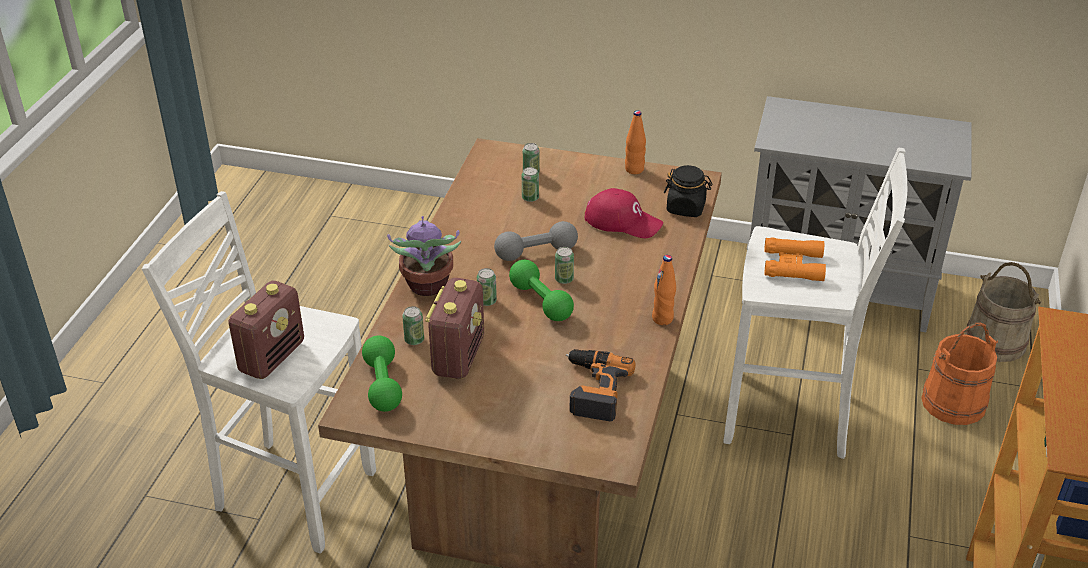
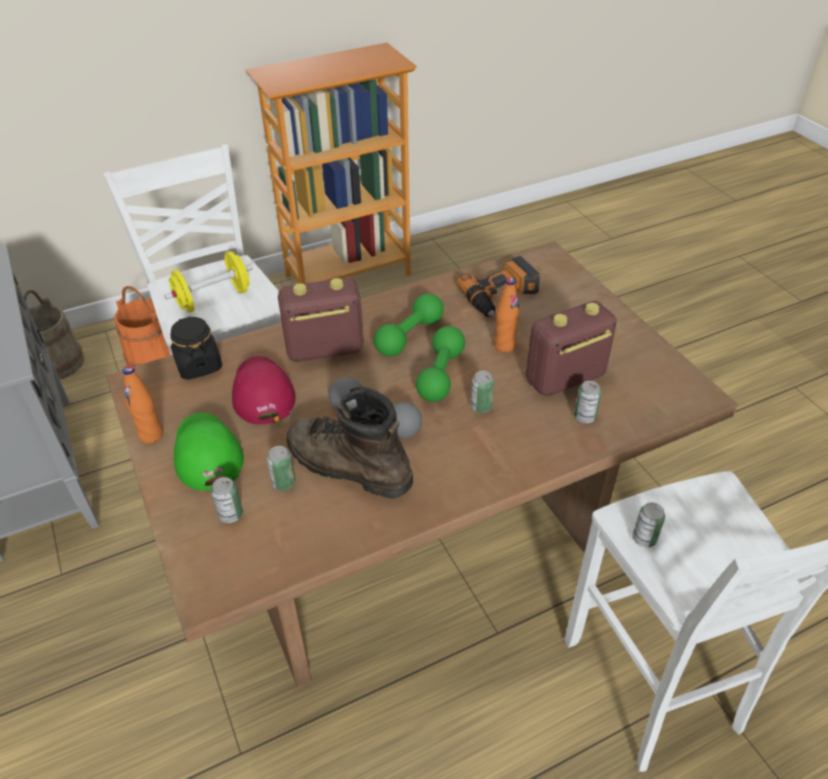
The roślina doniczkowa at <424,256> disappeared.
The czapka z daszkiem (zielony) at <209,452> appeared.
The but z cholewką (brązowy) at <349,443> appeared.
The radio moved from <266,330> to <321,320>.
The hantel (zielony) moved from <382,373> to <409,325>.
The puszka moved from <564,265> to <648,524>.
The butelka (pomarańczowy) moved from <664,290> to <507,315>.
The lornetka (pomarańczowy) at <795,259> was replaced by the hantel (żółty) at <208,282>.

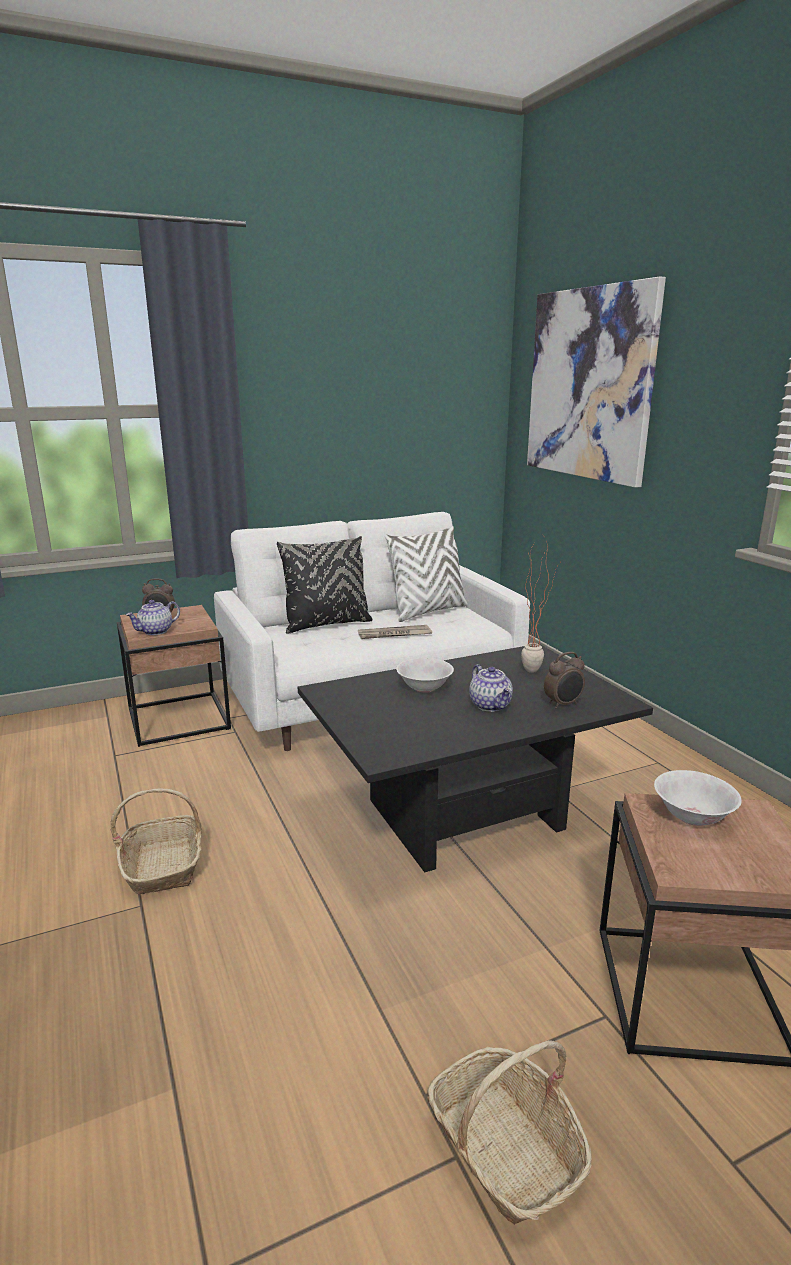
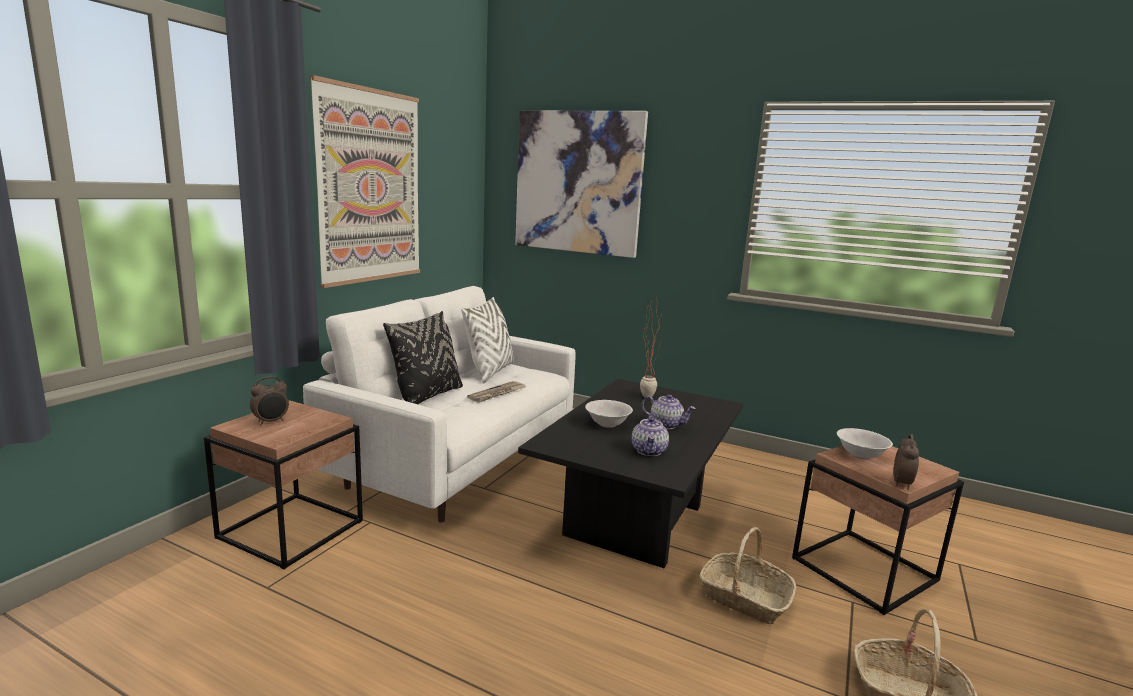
The obraz at <364,181> appeared.
The koszyk moved from <156,841> to <747,575>.
The imbryk moved from <153,617> to <650,435>.
The budzik moved from <564,680> to <906,462>.

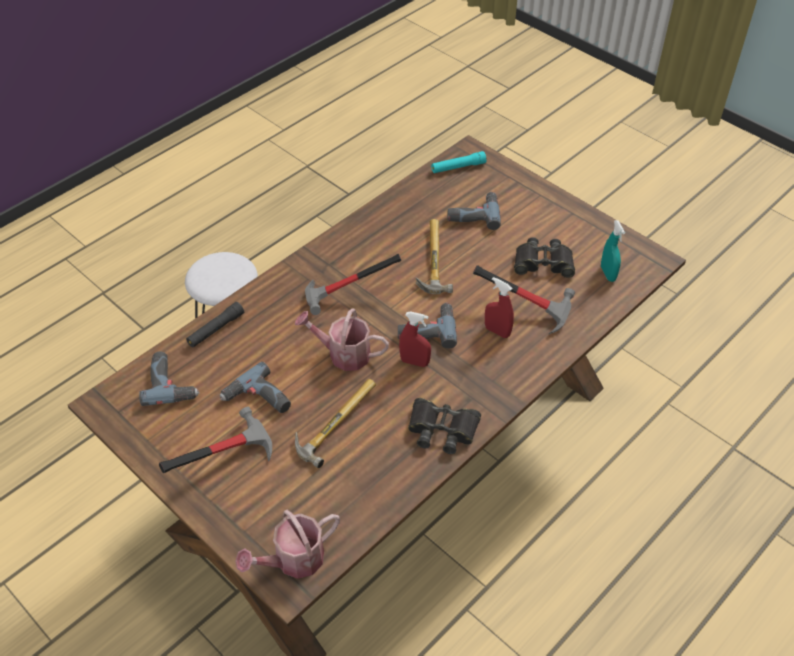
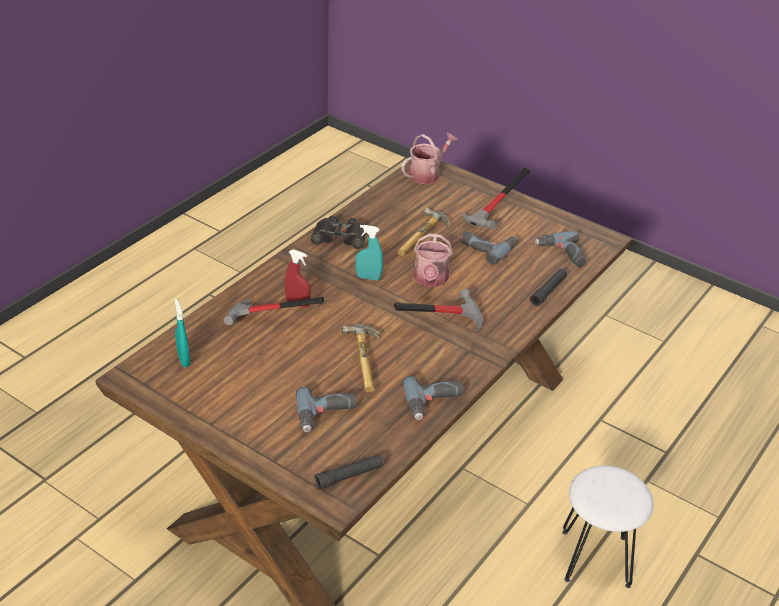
The lornetka (czarny) at <544,257> disappeared.
The wiertarka moved from <427,326> to <432,398>.
The spryskiwacz (czerwony) at <415,339> became the spryskiwacz (turkusowy) at <369,252>.
The latarka (turkusowy) at <458,162> became the latarka (czarny) at <349,472>.
The konewka at <342,339> turned 90 degrees clockwise.

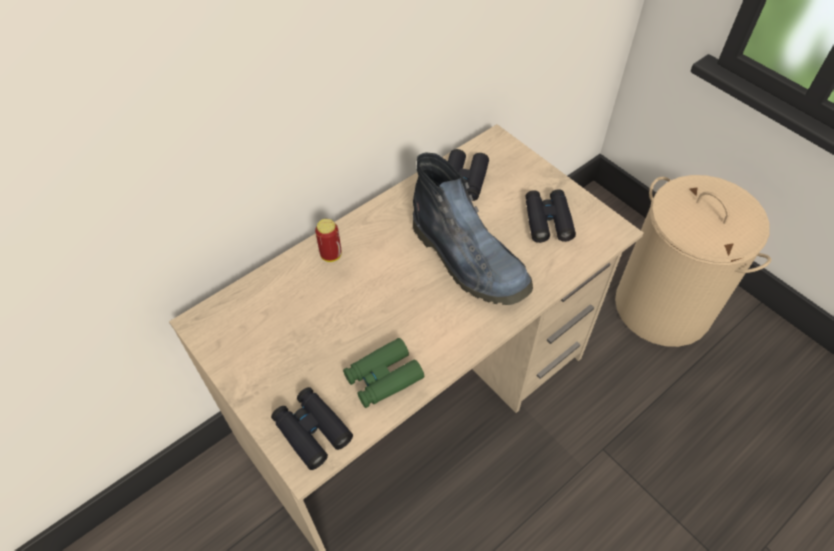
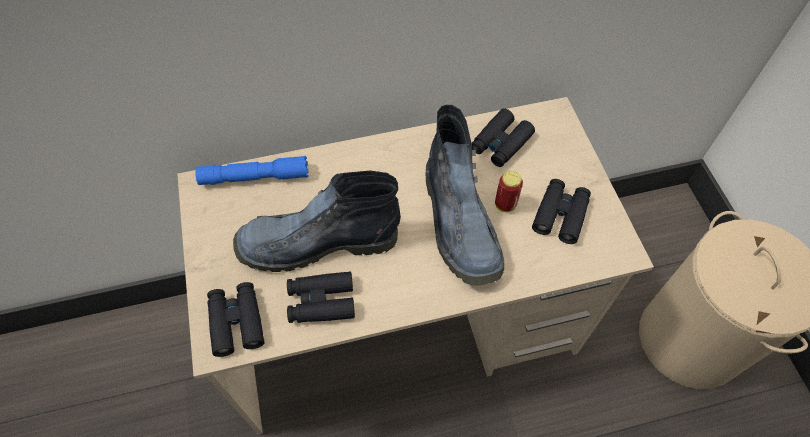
The latarka (niebieski) at <251,170> appeared.
The but z cholewką at <317,221> appeared.
The puszka moved from <328,240> to <509,191>.
The lornetka (zielony) at <383,373> became the lornetka (czarny) at <321,297>.

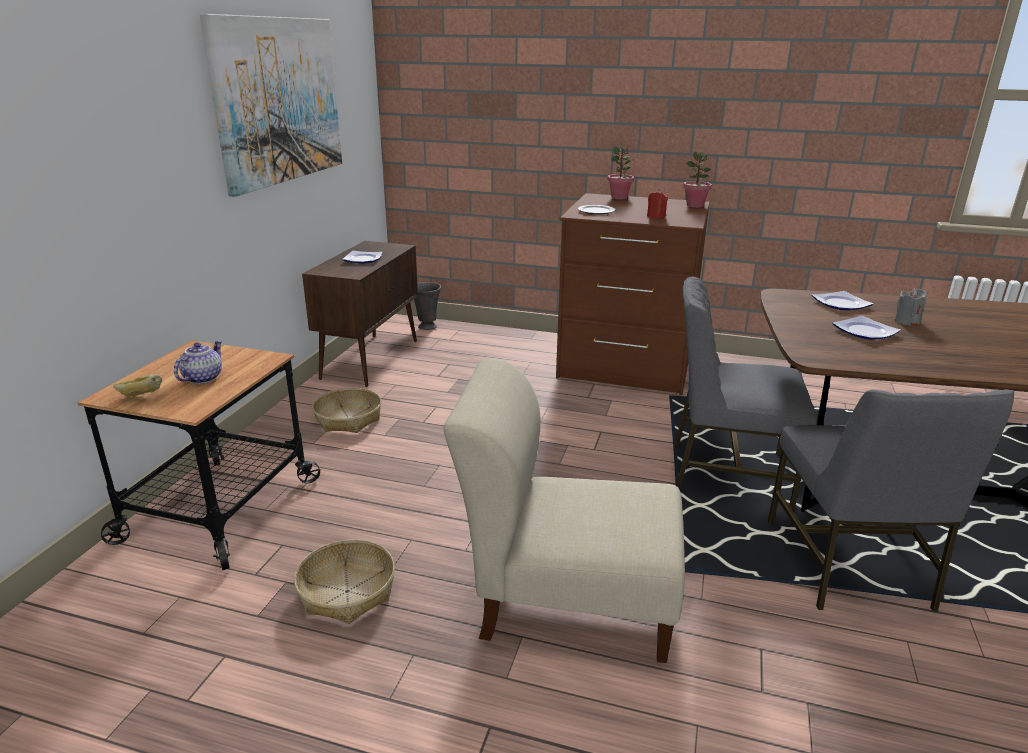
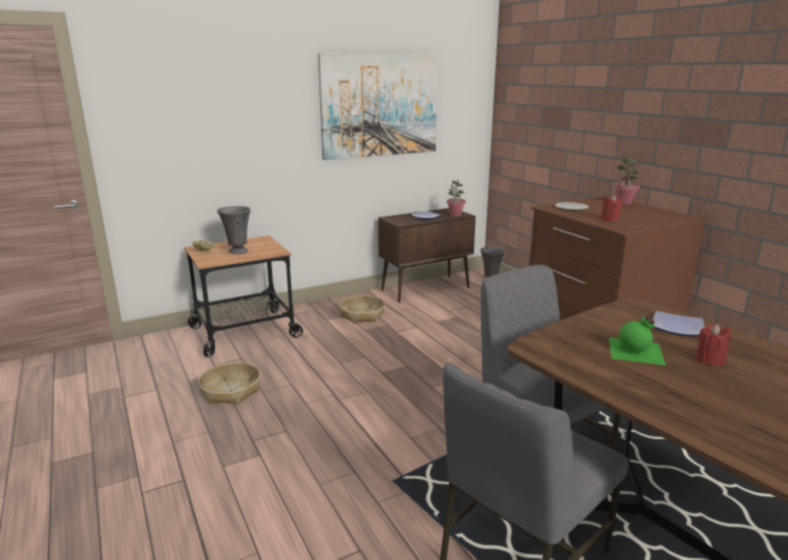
The krzesło (beżowy) at <564,510> disappeared.
The roślina doniczkowa moved from <697,180> to <456,197>.
The imbryk at <198,362> was replaced by the wazon (szary) at <234,230>.
The talerz at <866,328> was replaced by the butelka (zielony) at <637,340>.
The świeca (szary) at <910,307> became the świeca (czerwony) at <713,345>.

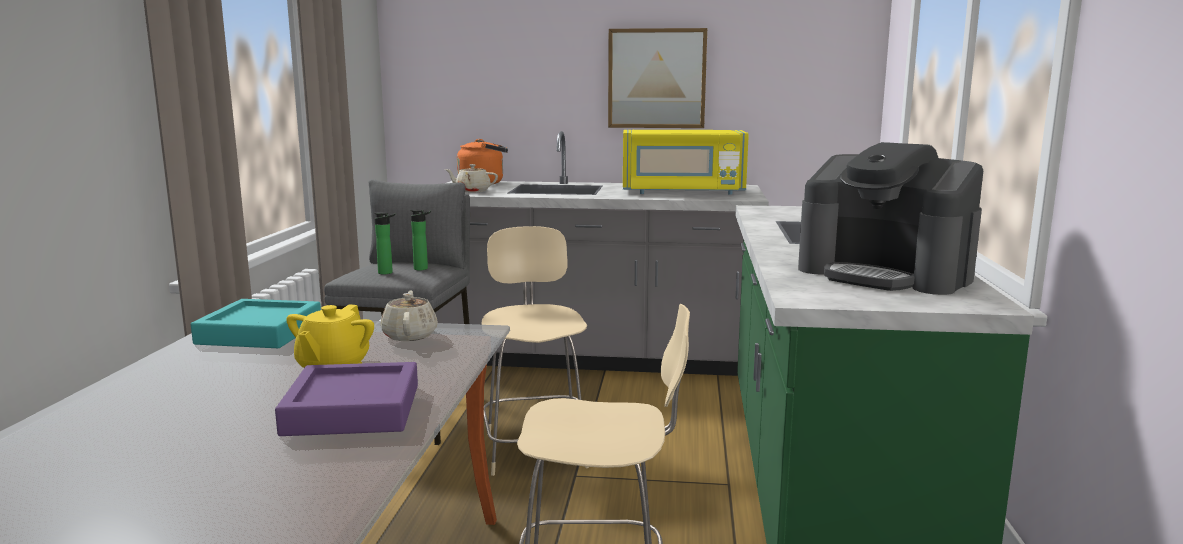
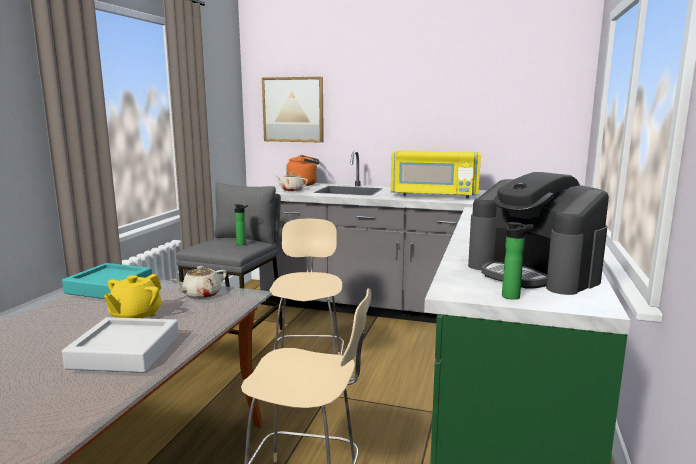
The butelka moved from <384,243> to <518,261>.
The obraz moved from <657,78> to <293,110>.
The taca (fioletowy) at <346,399> became the taca (szary) at <120,344>.
The imbryk (beżowy) at <409,315> turned 135 degrees counterclockwise.

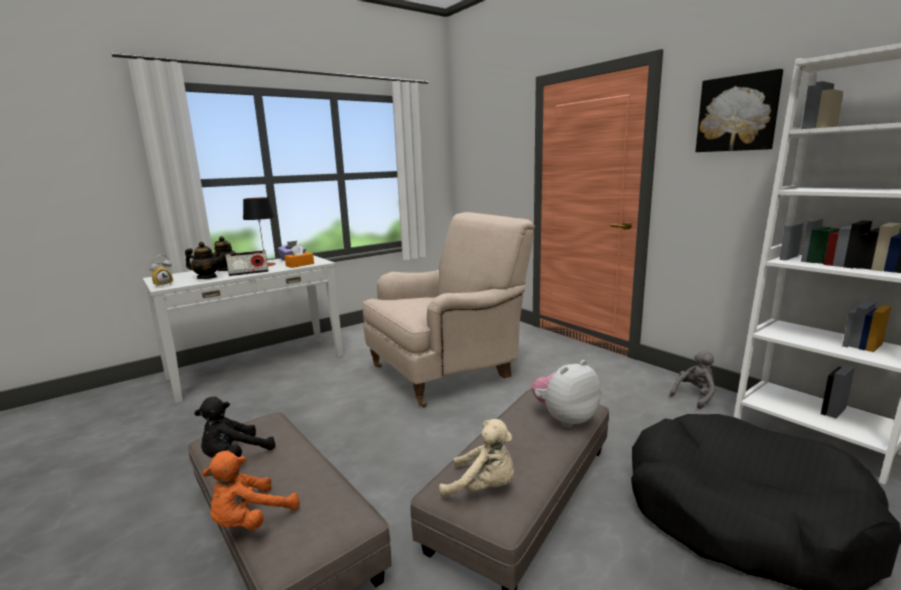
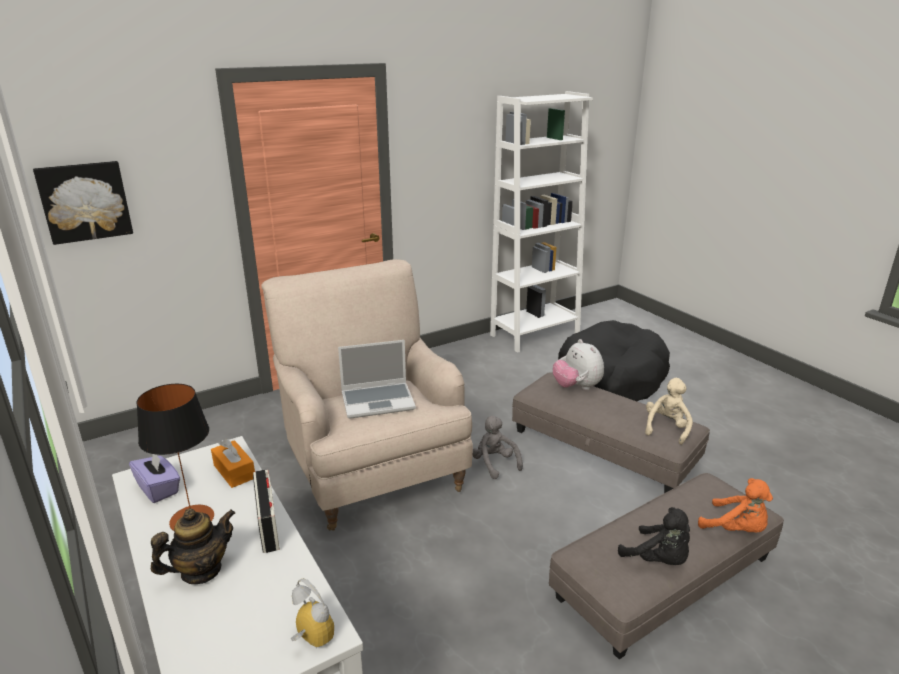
The imbryk at <203,260> disappeared.
The laptop at <377,379> appeared.
The pluszak (szary) moved from <692,379> to <497,447>.
The obraz moved from <739,110> to <83,203>.

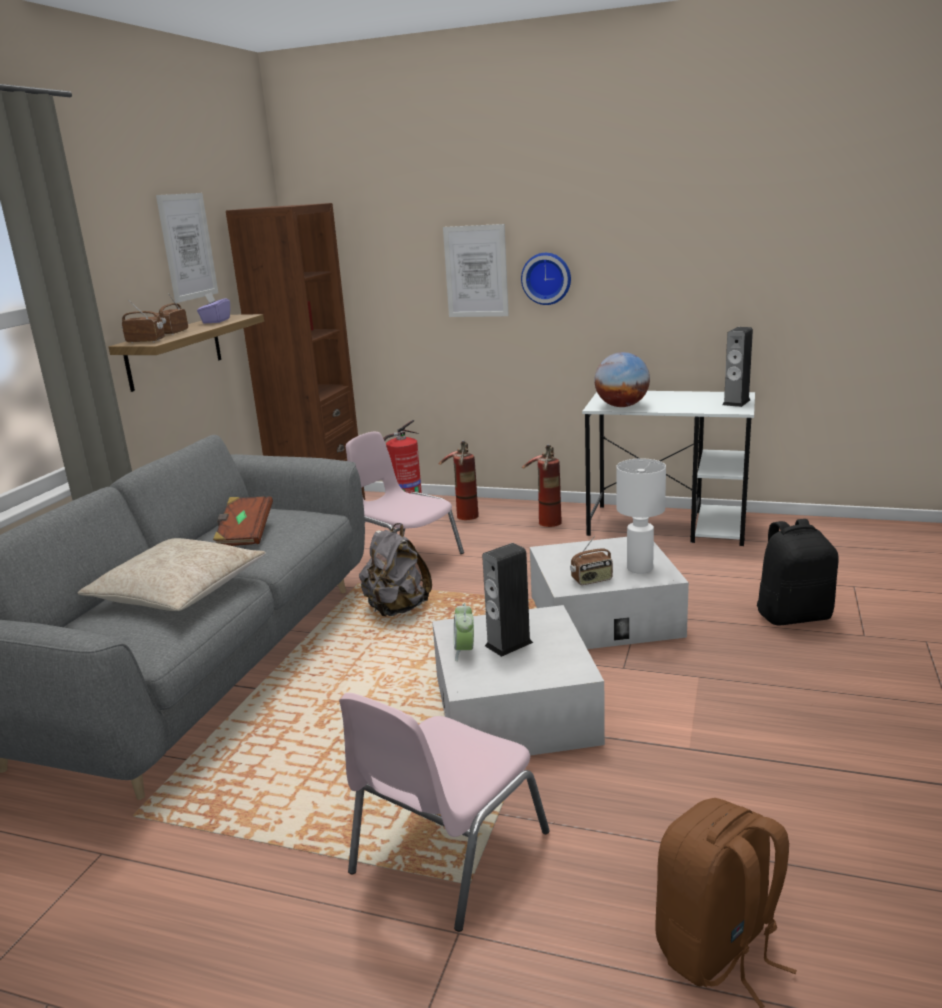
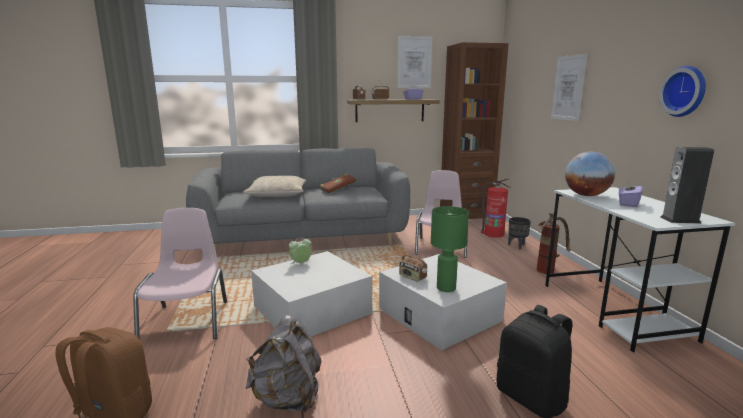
The głośnik at <507,600> disappeared.
The pudełko chusteczek (fioletowy) at <630,194> appeared.
The plecak (szary) moved from <395,570> to <283,364>.
The zegar ścienny moved from <546,279> to <682,91>.
The gaśnica at <458,480> was replaced by the donica (czarny) at <519,233>.
The lampa stołowa (biały) at <641,516> became the lampa stołowa (zielony) at <450,249>.
The krzesło (różowy) at <444,812> turned 75 degrees clockwise.

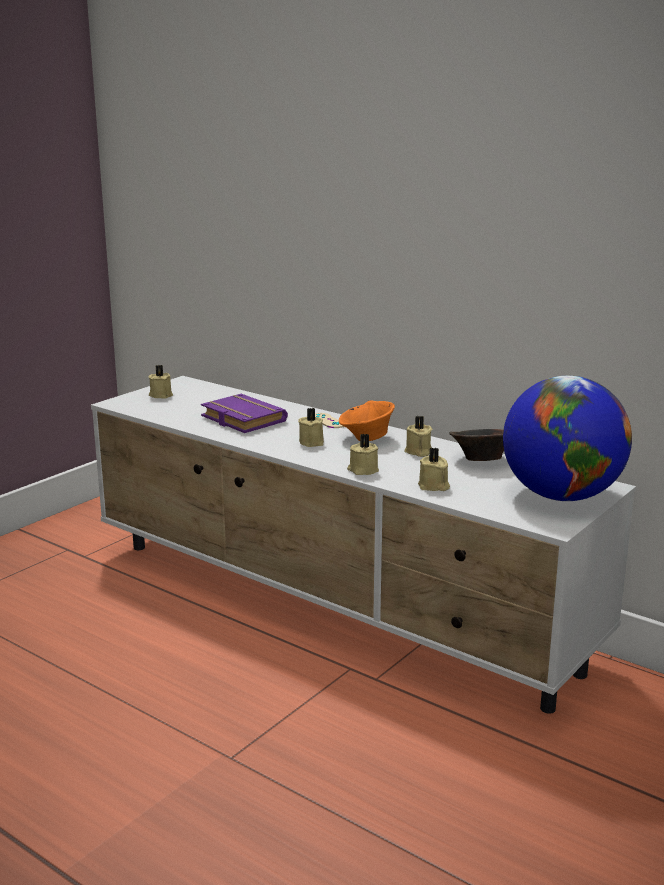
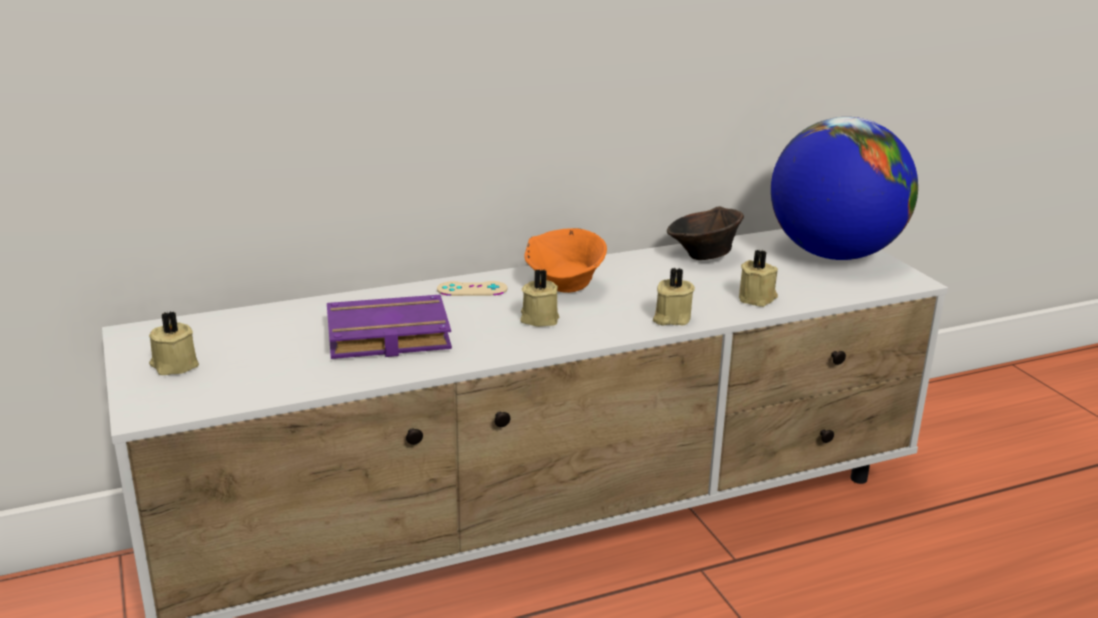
The świeca (beżowy) at <418,436> disappeared.

